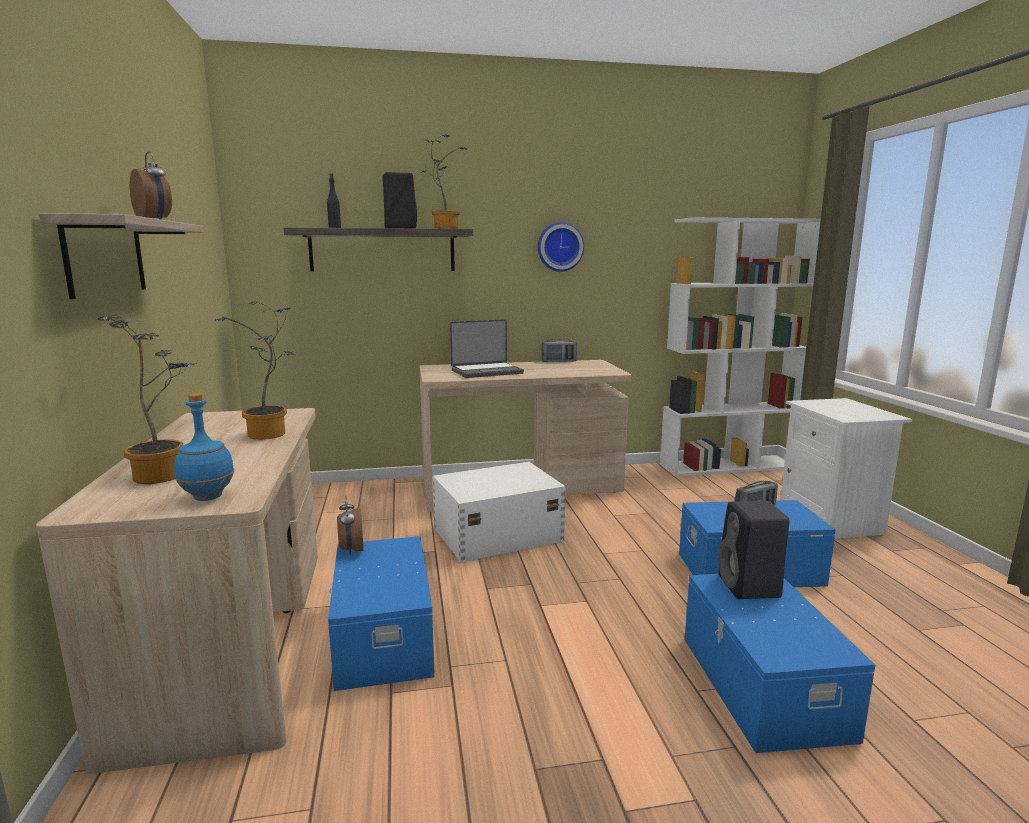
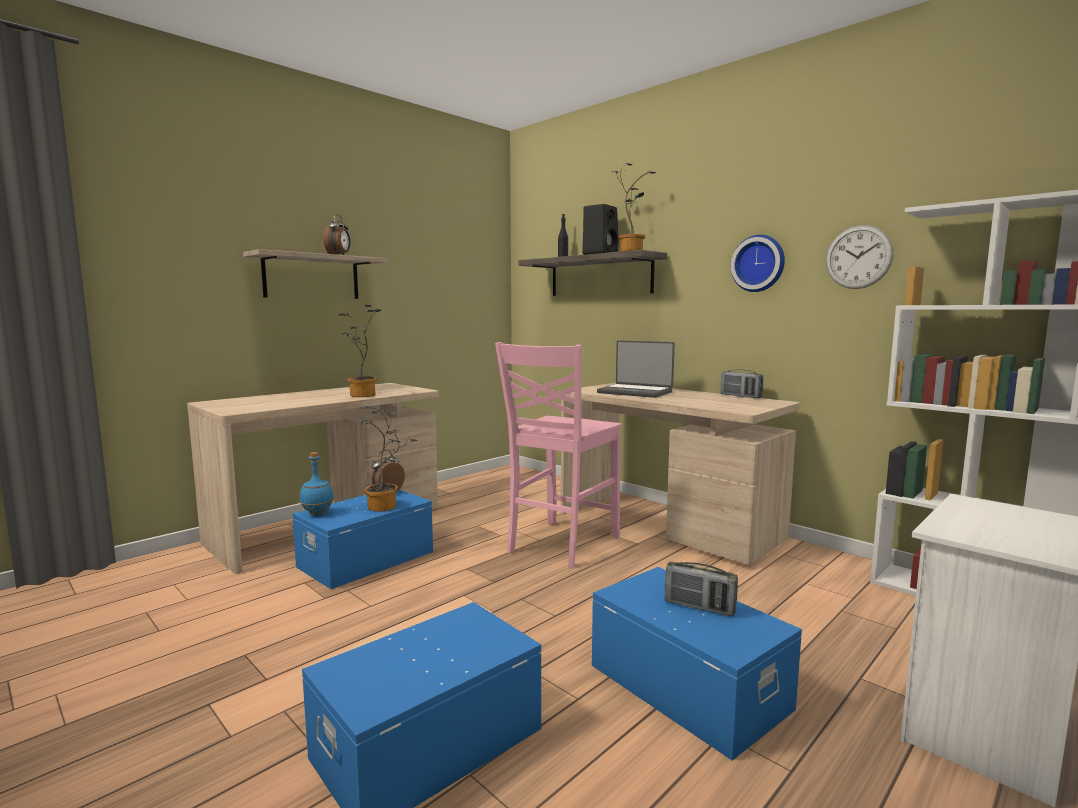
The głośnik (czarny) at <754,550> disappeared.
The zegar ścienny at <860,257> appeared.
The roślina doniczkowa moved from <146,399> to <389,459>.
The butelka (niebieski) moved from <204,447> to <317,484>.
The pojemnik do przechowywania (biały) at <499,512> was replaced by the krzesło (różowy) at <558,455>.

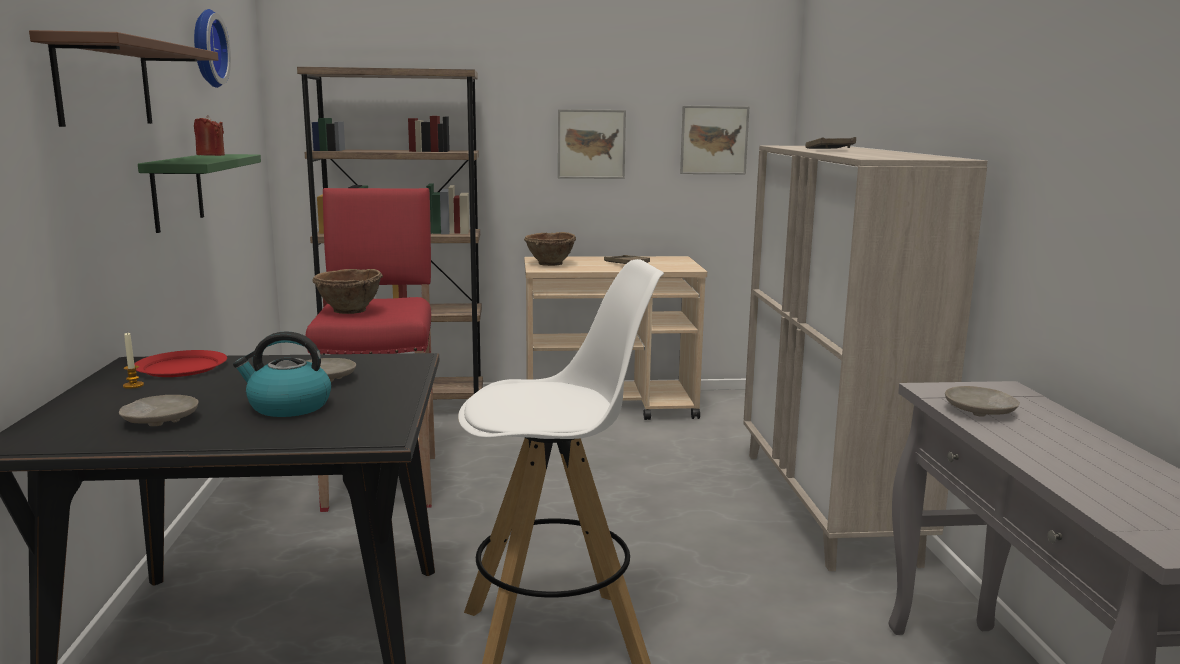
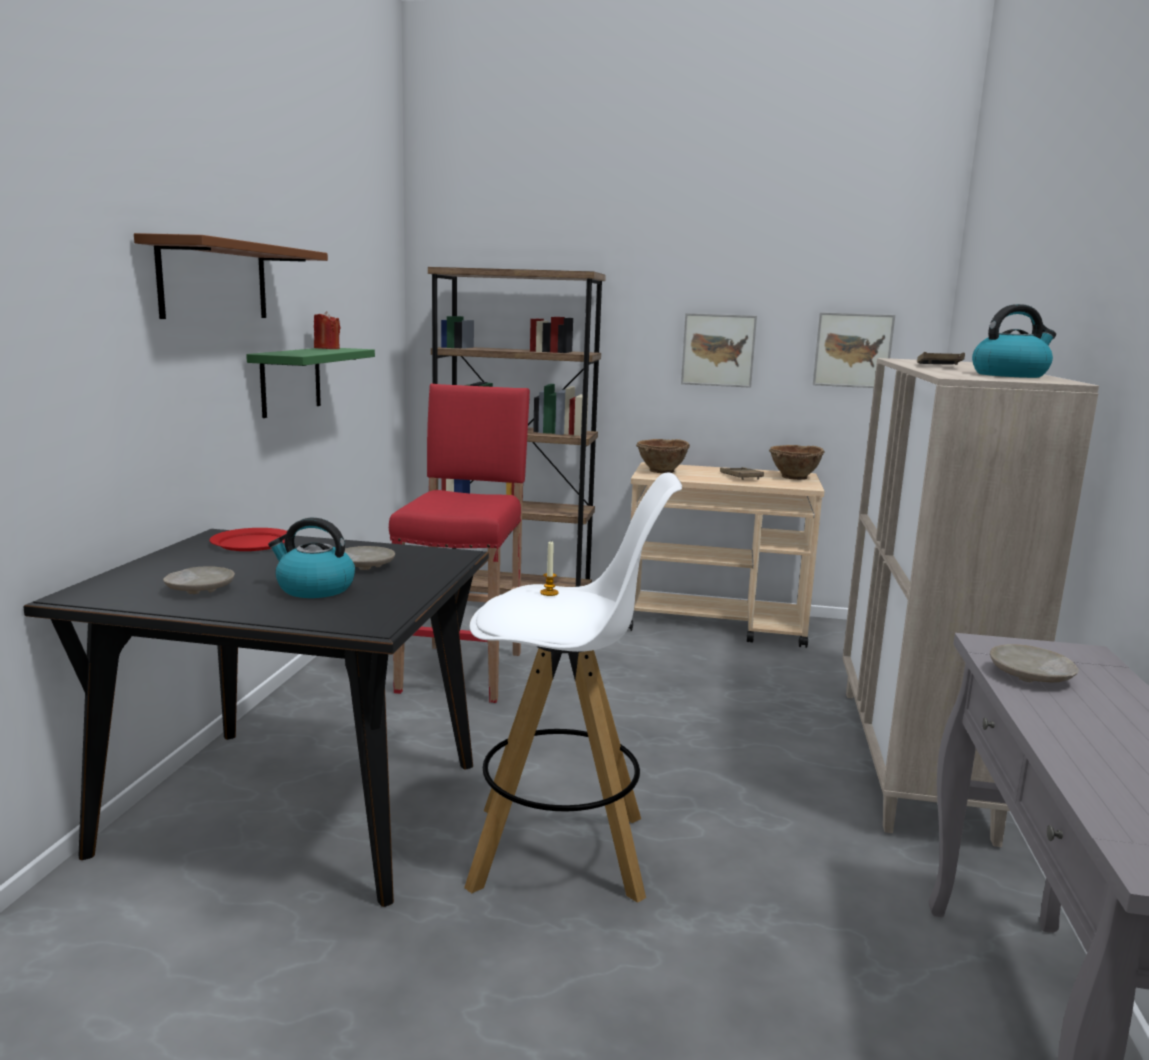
The zegar ścienny at <212,48> disappeared.
The czajnik at <1014,341> appeared.
The świeca moved from <133,361> to <549,568>.
The miska (brązowy) moved from <347,291> to <797,462>.

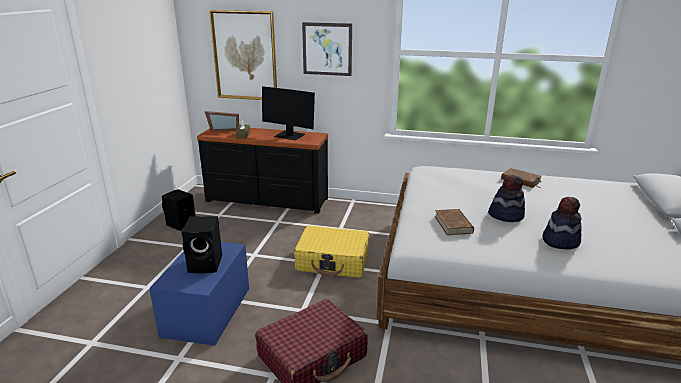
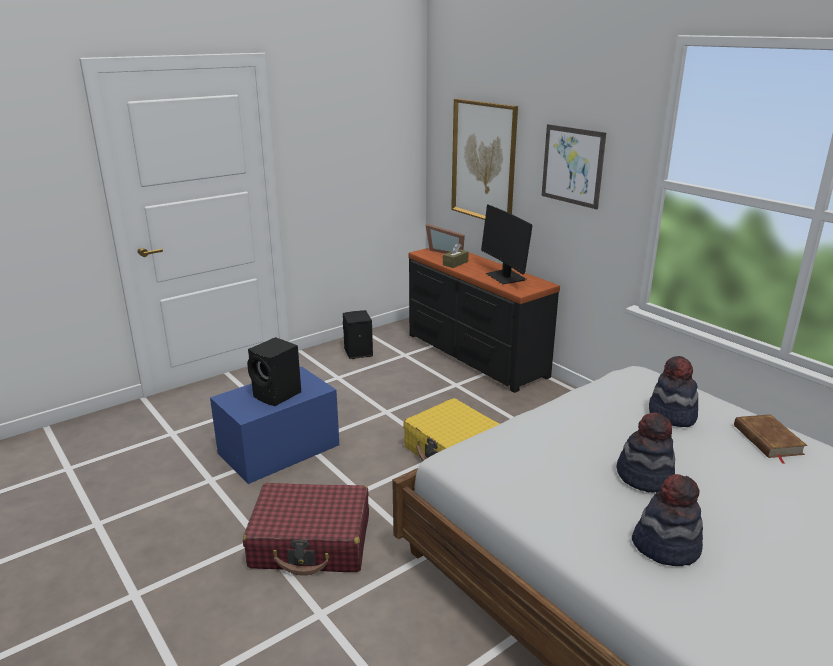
The książka (brązowy) at <454,222> disappeared.
The kapelusz at <673,391> appeared.

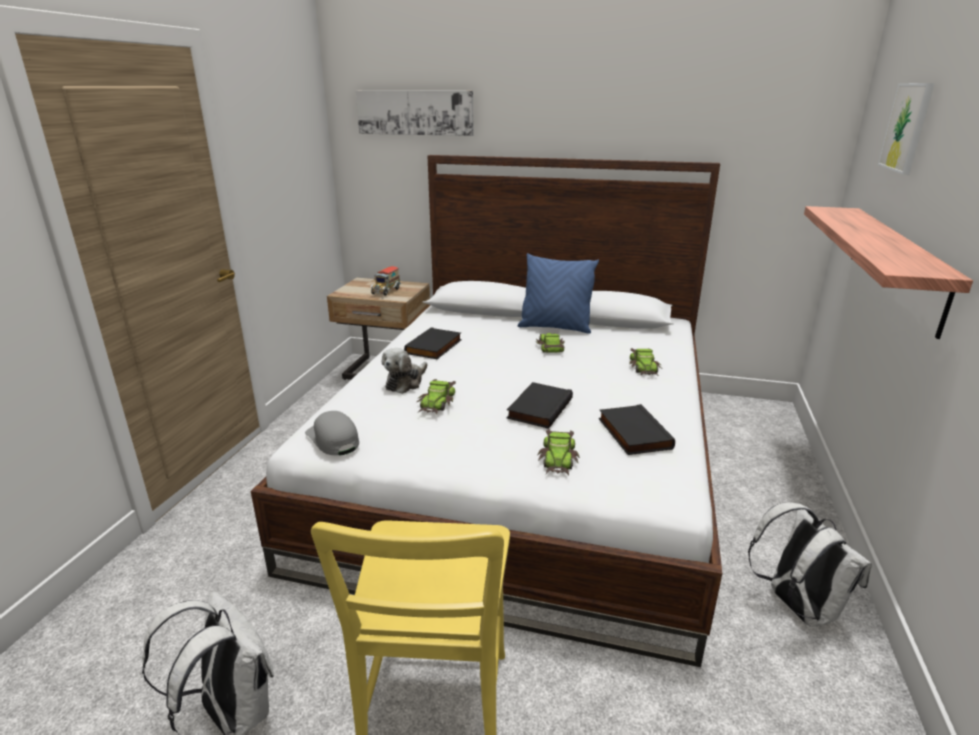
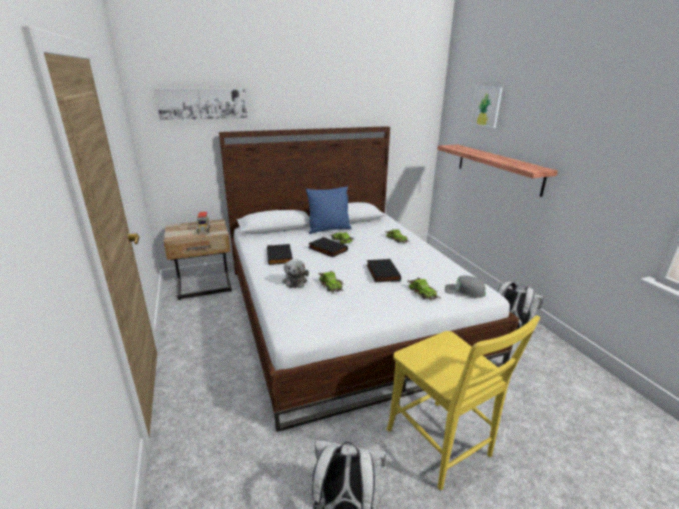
The czapka z daszkiem (szary) moved from <332,433> to <465,286>.
The książka (czarny) moved from <637,429> to <328,247>.

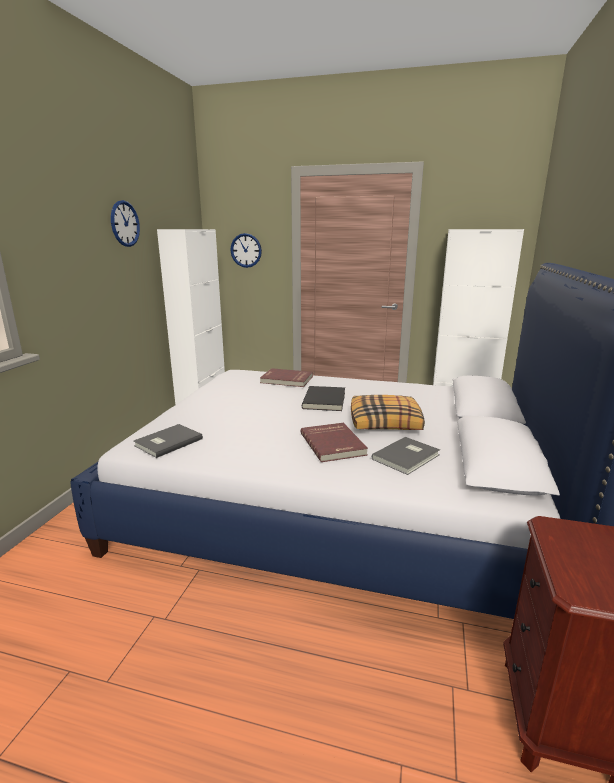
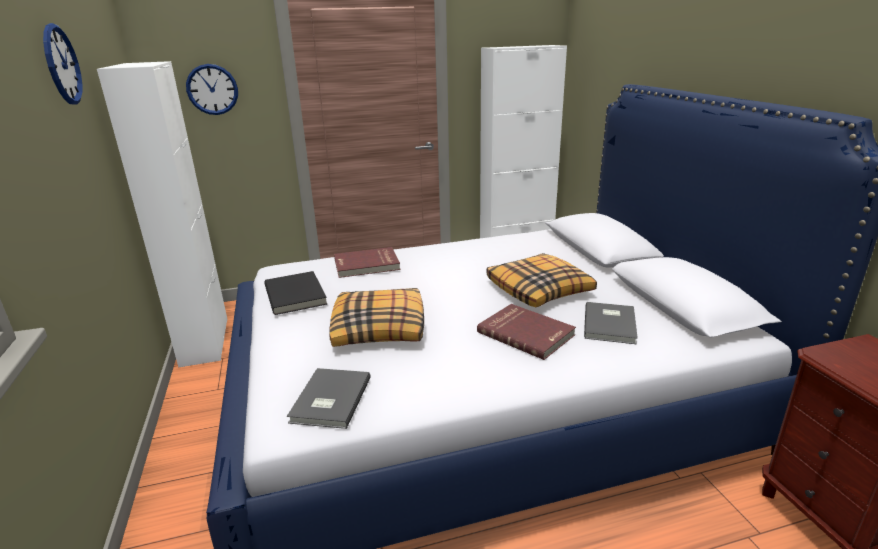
The poduszka at <376,317> appeared.
The książka (czarny) moved from <323,398> to <295,293>.

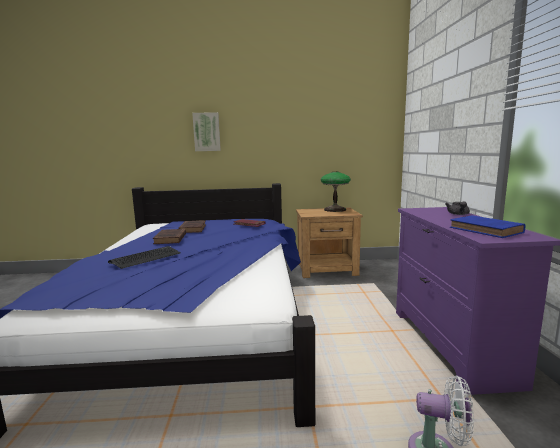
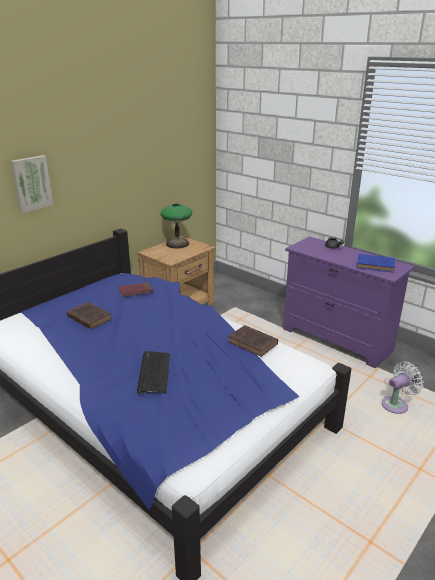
The książka (brązowy) moved from <169,236> to <253,341>.

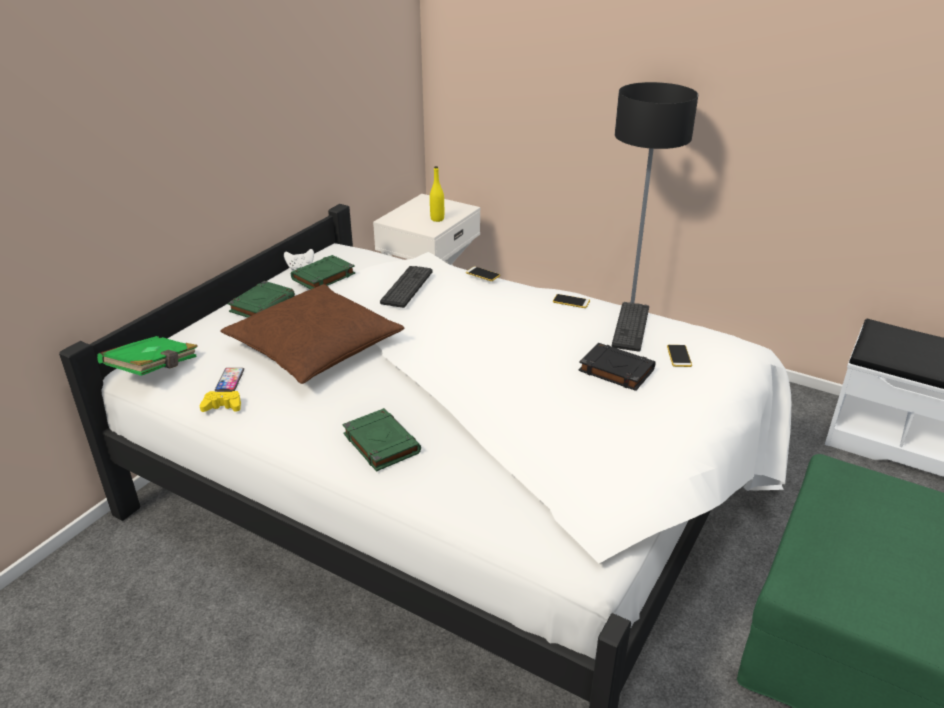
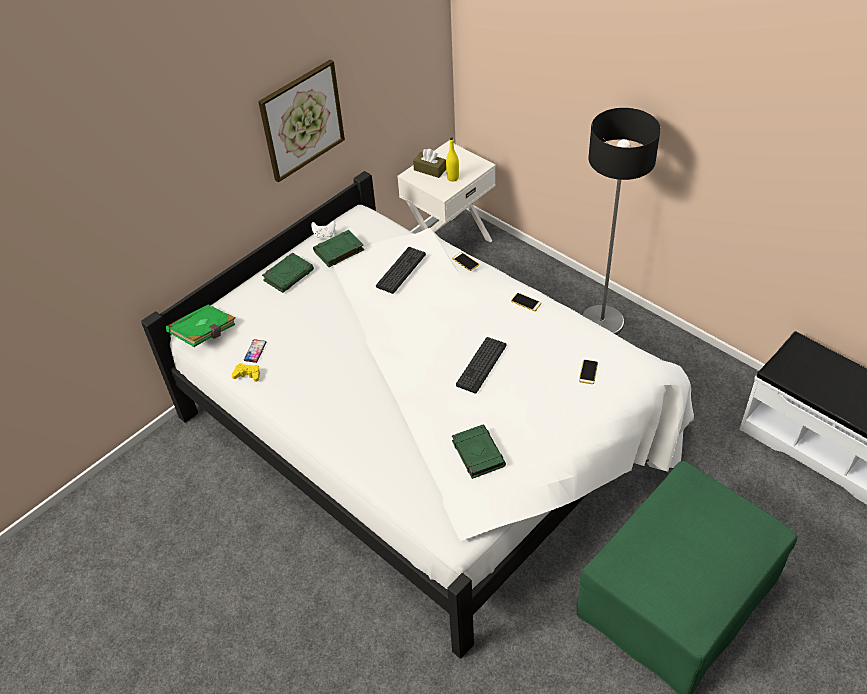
The poduszka (brązowy) at <312,334> disappeared.
The książka (czarny) at <617,367> disappeared.
The obraz at <301,121> appeared.
The pudełko chusteczek (brązowy) at <429,163> appeared.
The książka (zielony) moved from <382,440> to <479,452>.
The klawiatura moved from <630,327> to <481,365>.

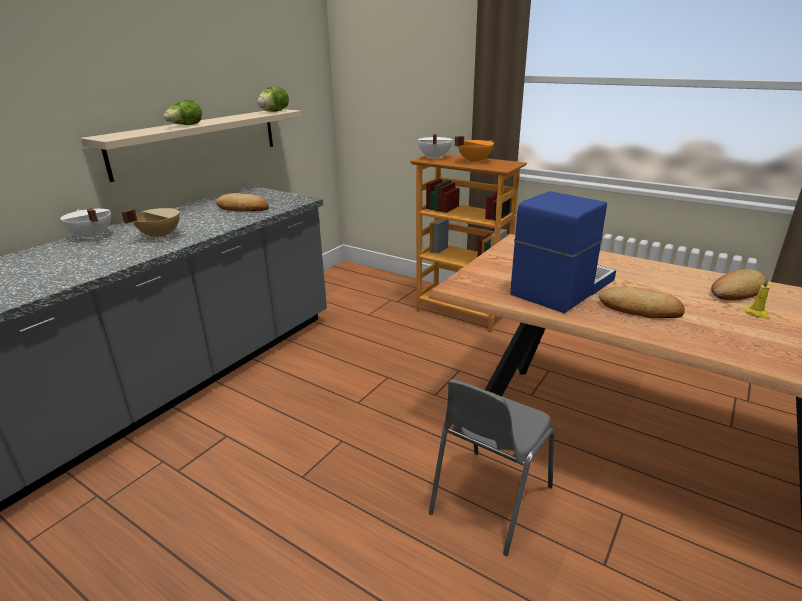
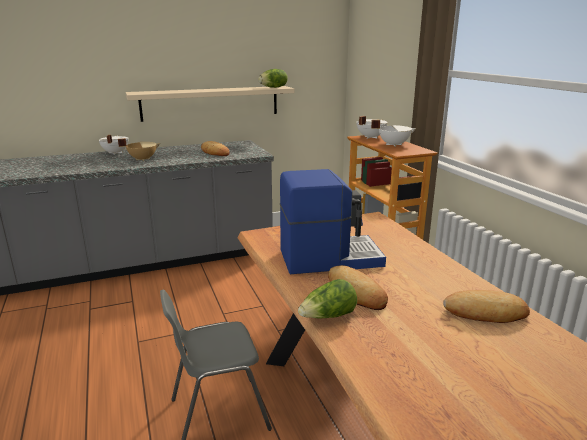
The świeca (żółty) at <757,299> disappeared.
The sałata moved from <182,112> to <327,298>.
The garnek (pomarańczowy) at <474,149> became the garnek (biały) at <393,133>.

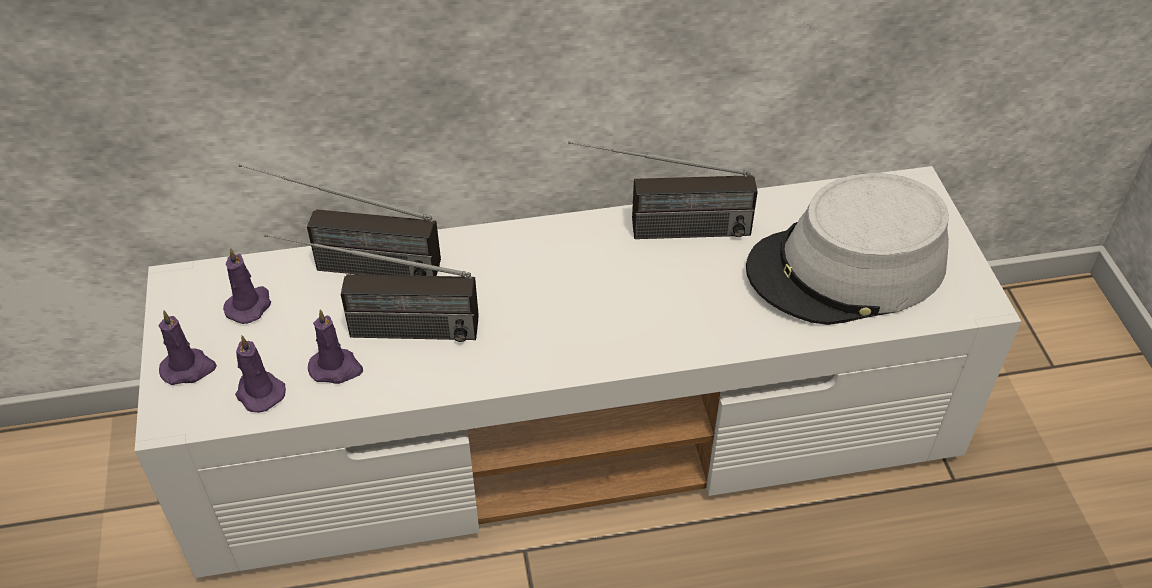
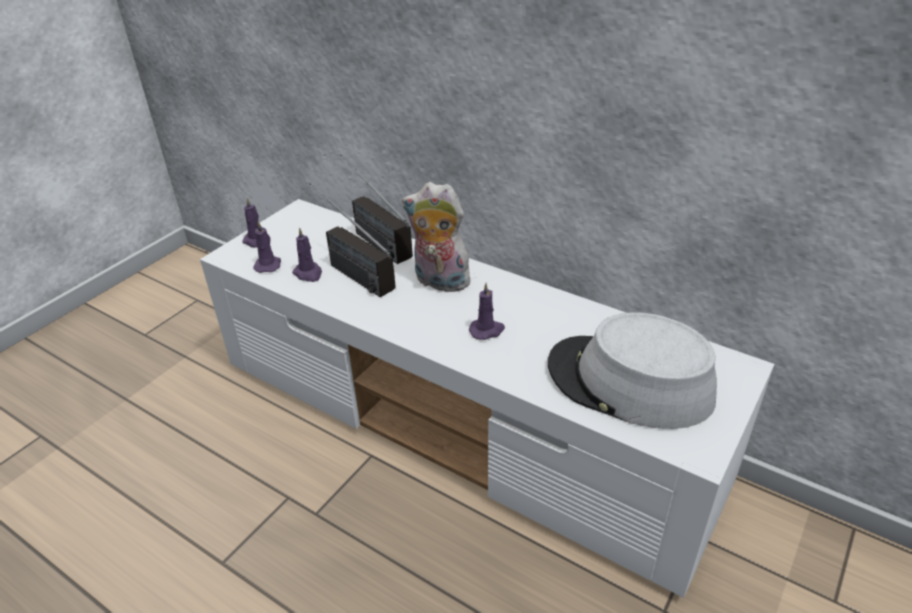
The radio at <663,190> disappeared.
The pluszak at <436,237> appeared.
The świeca (fioletowy) moved from <247,285> to <487,311>.

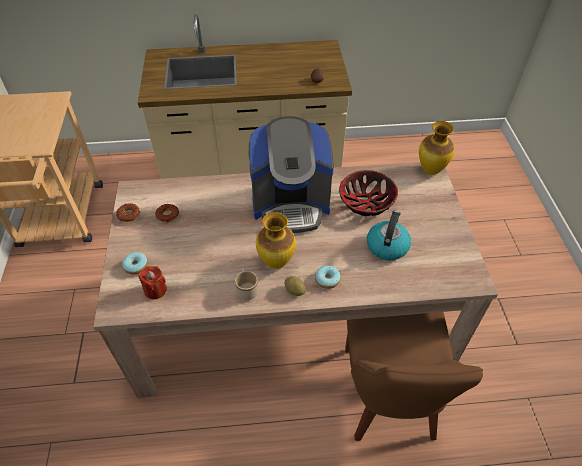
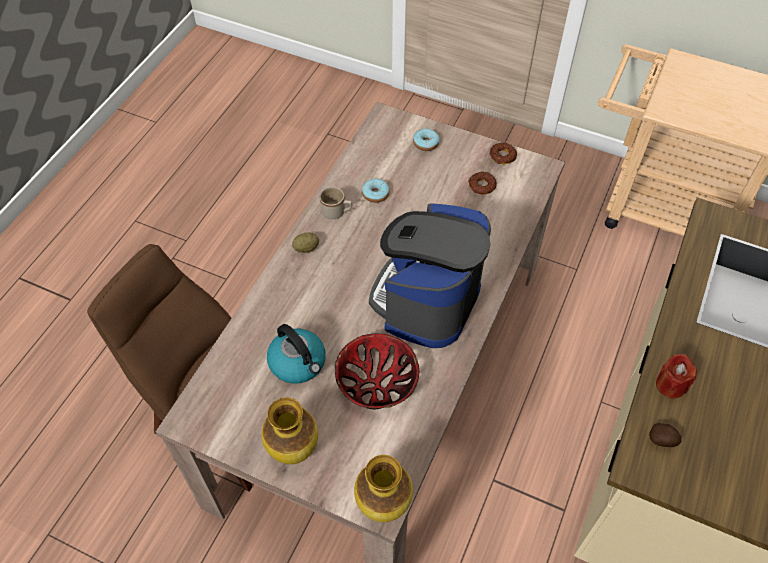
The świeca (czerwony) moved from <152,282> to <676,376>.
The wazon moved from <276,240> to <289,430>.
The donut moved from <327,277> to <376,190>.

